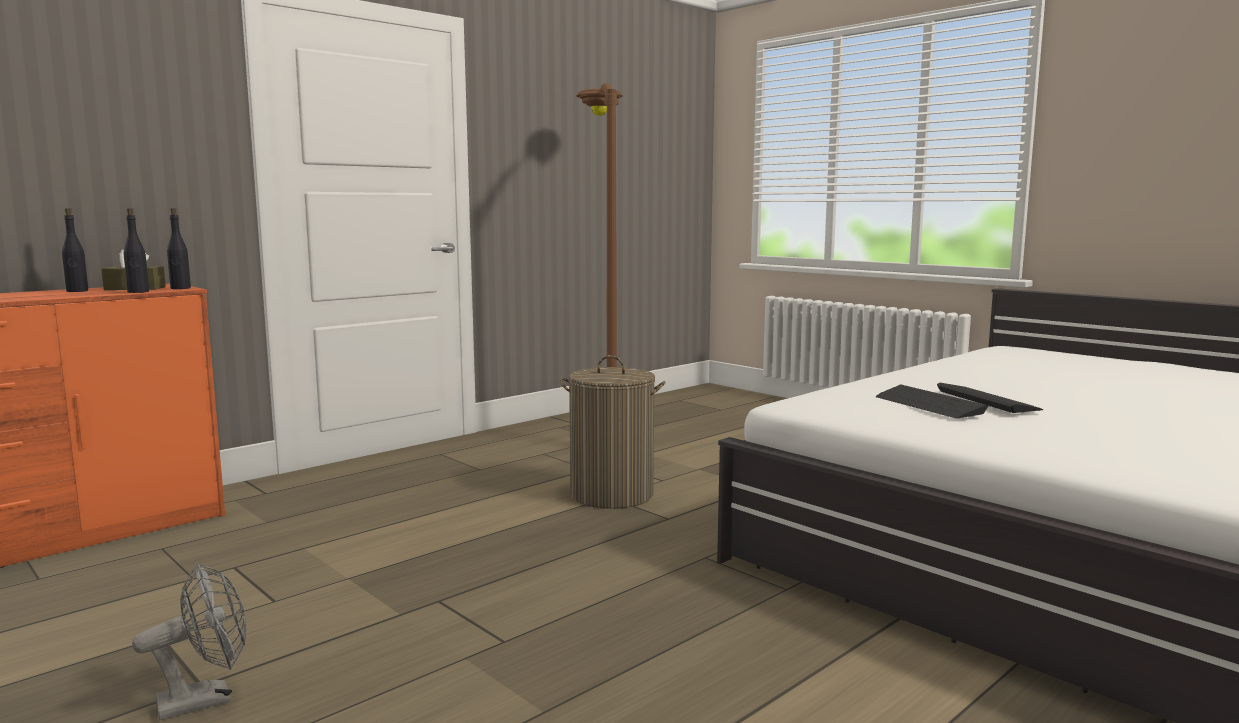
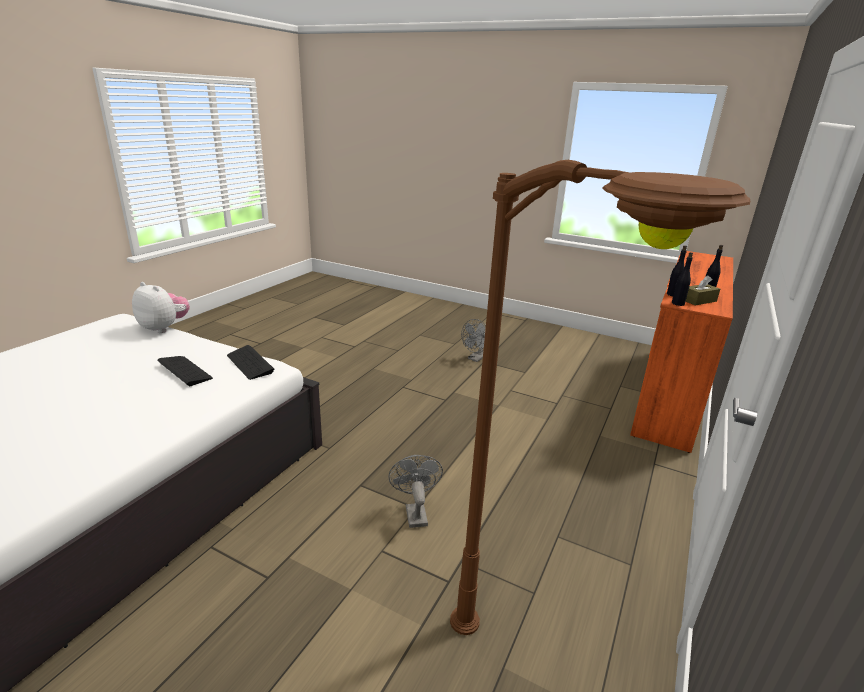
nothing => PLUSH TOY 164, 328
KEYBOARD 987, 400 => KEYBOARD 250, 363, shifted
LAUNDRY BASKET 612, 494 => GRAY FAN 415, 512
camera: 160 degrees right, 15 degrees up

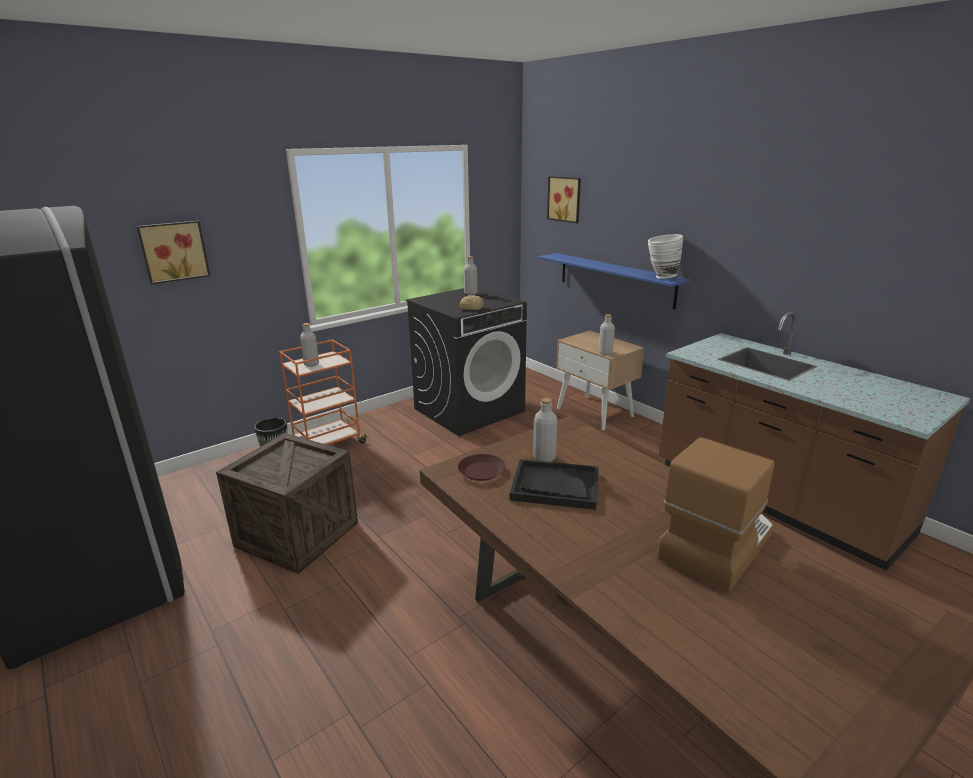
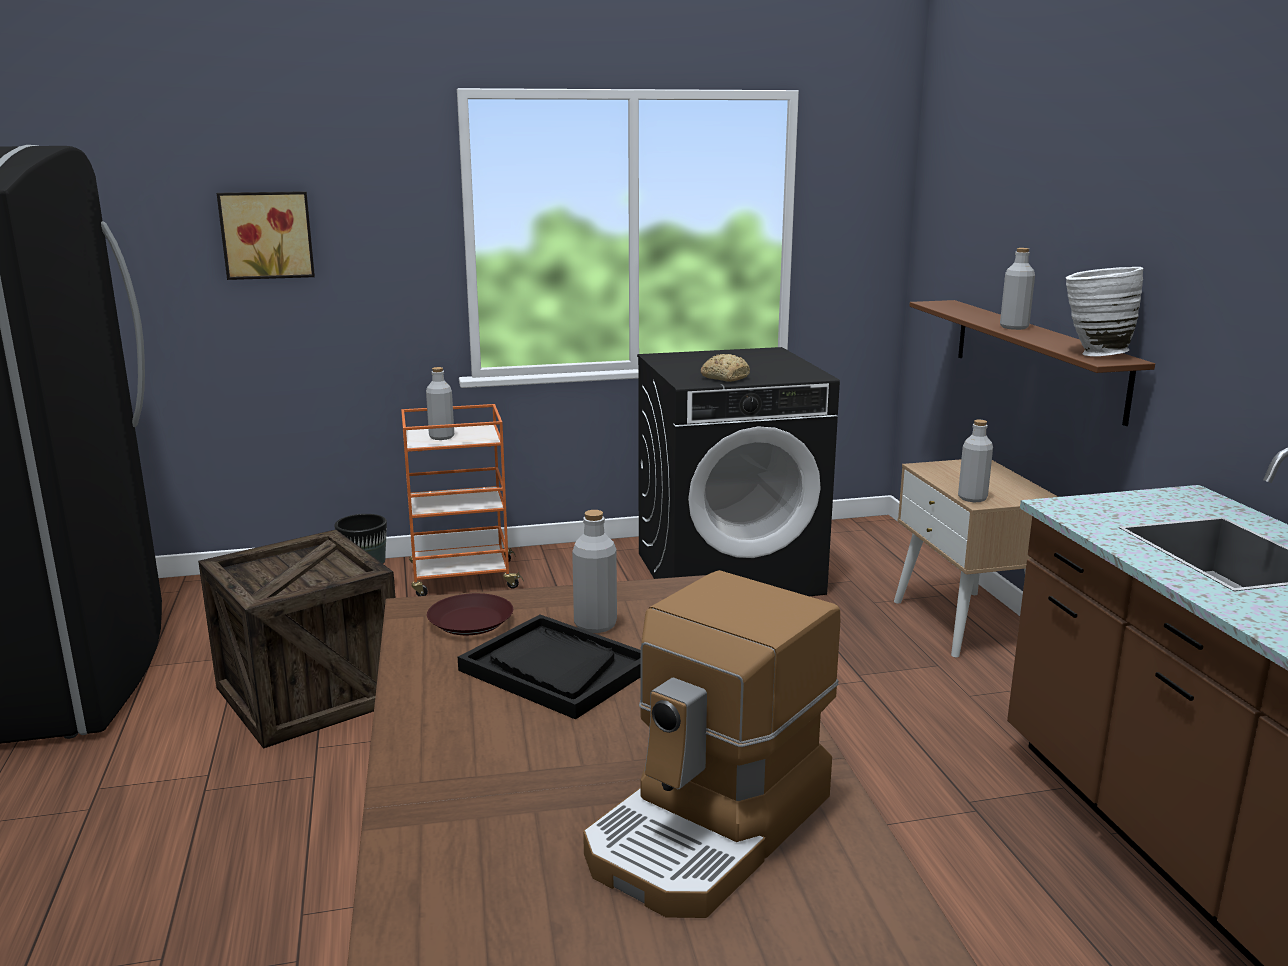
COFFEE MACHINE 714, 544 => COFFEE MACHINE 711, 829, 150 degrees clockwise
BLUISH SHELF 615, 279 => BROWN SHELF 1036, 357
GRAY DRINK BOTTLE 470, 293 => GRAY DRINK BOTTLE 1014, 327, shifted
WALL ART 565, 199 => nothing
camera: 25 degrees right, 5 degrees down

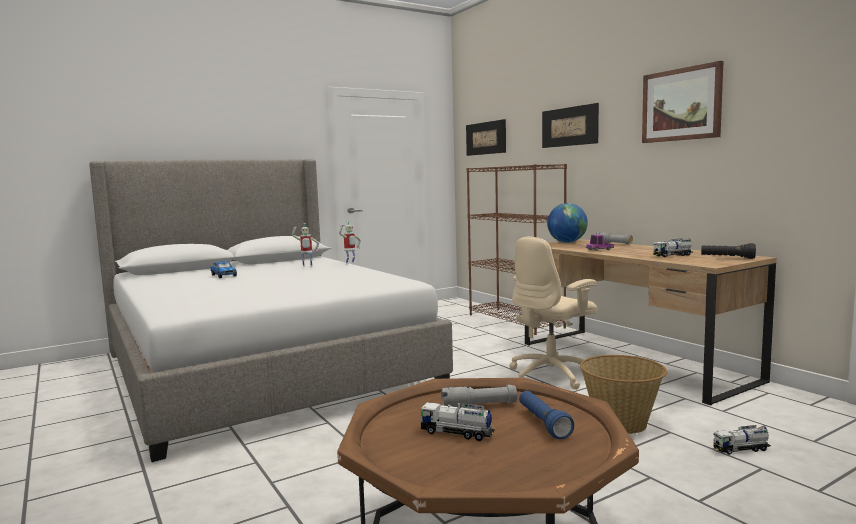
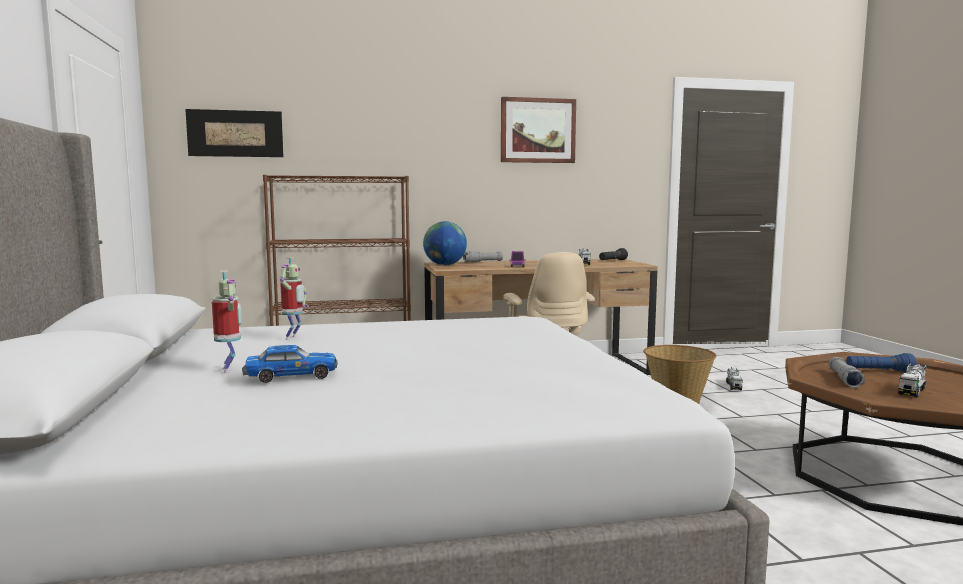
TOY ROBOT 350, 263 => TOY ROBOT 230, 370, shifted
WALL ART 569, 126 => nothing
camera: 70 degrees left, 0 degrees up

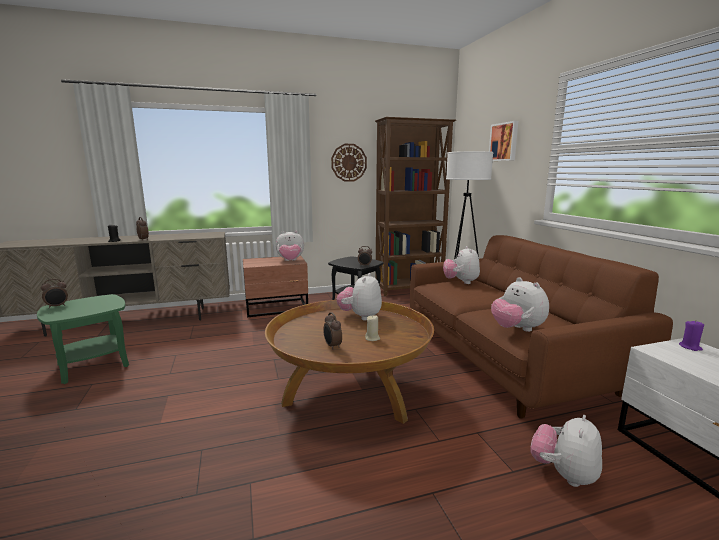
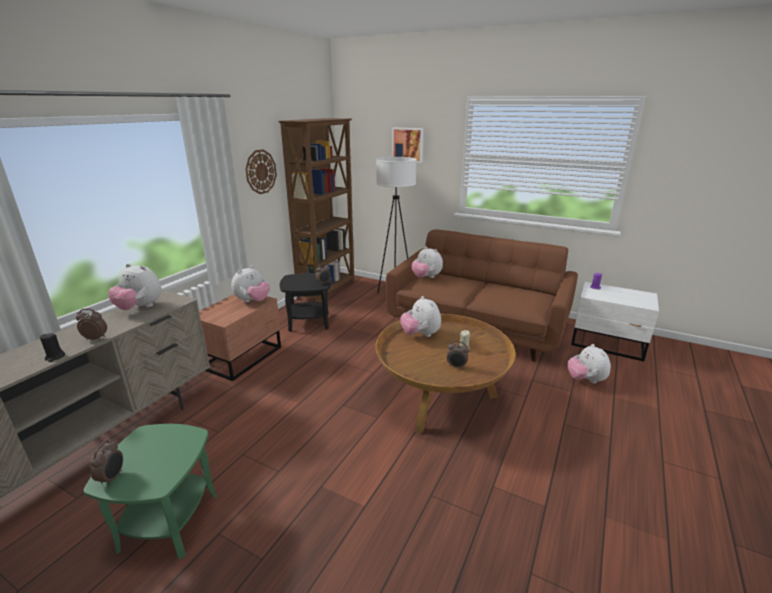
PLUSH TOY 517, 329 => PLUSH TOY 140, 307, shifted
camera: 45 degrees left, 10 degrees up

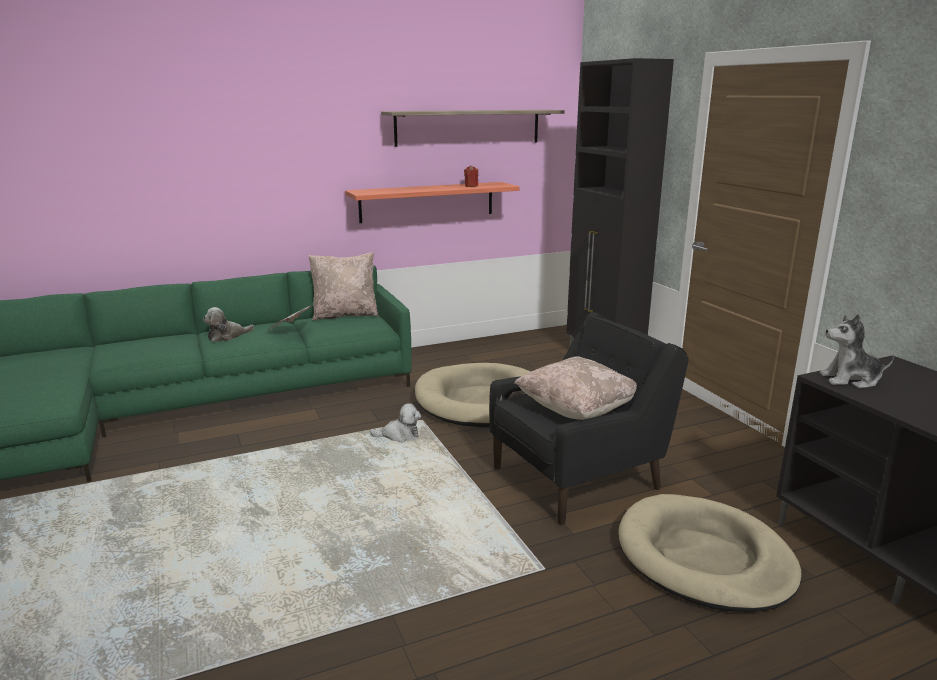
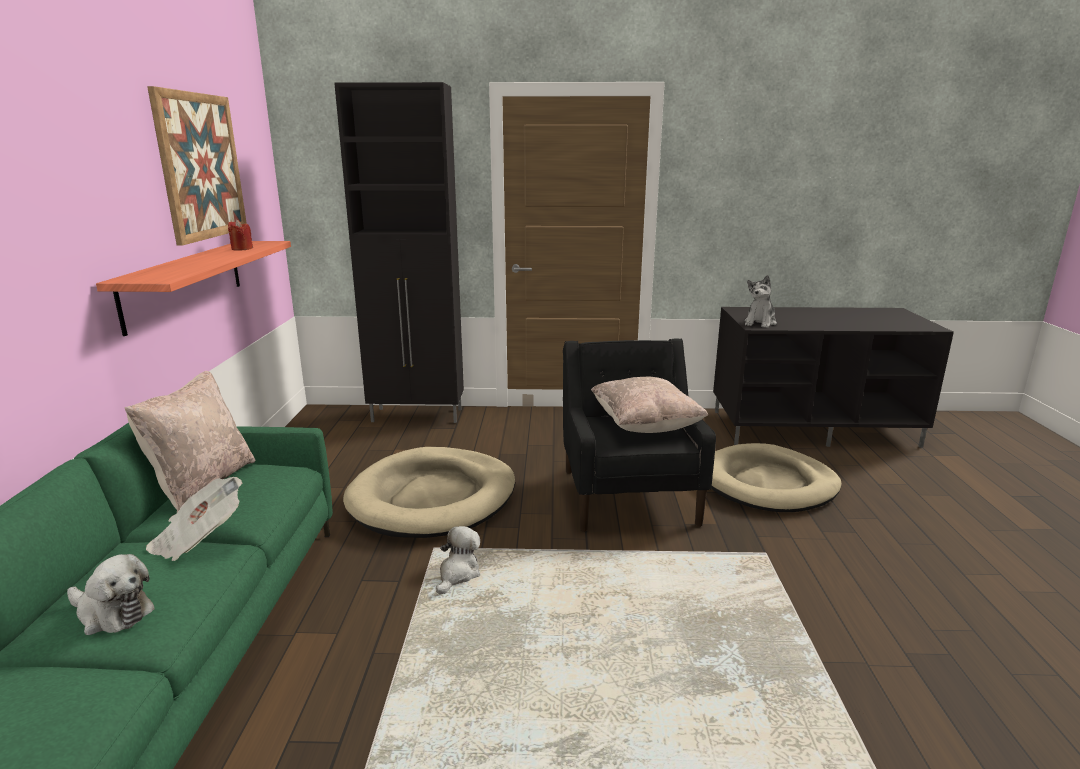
PLUSH TOY 227, 336 => PLUSH TOY 112, 613, 60 degrees counterclockwise
SHELF 468, 127 => WALL ART 201, 166
camera: 65 degrees left, 0 degrees up

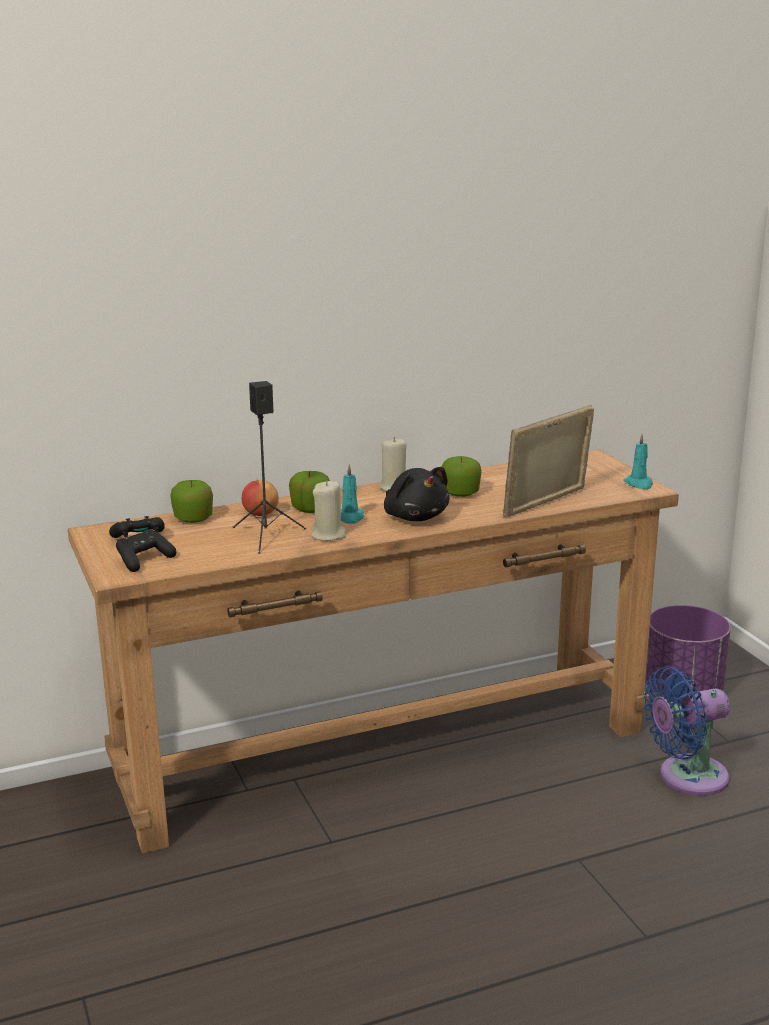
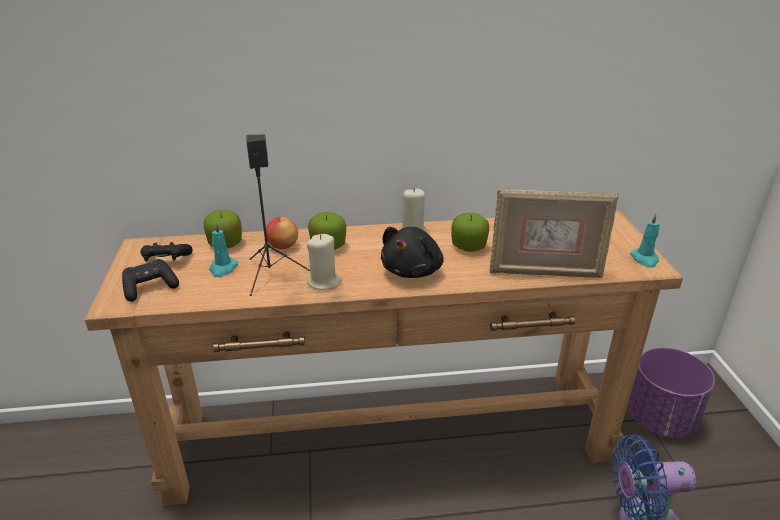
TURQUOISE CANDLE 350, 517 => TURQUOISE CANDLE 223, 269, shifted
BLACK PLUSH TOY 415, 517 => BLACK PLUSH TOY 413, 270, 45 degrees clockwise
PHOTO FRAME 547, 504 => PHOTO FRAME 545, 272, 150 degrees counterclockwise
camera: 15 degrees right, 10 degrees up

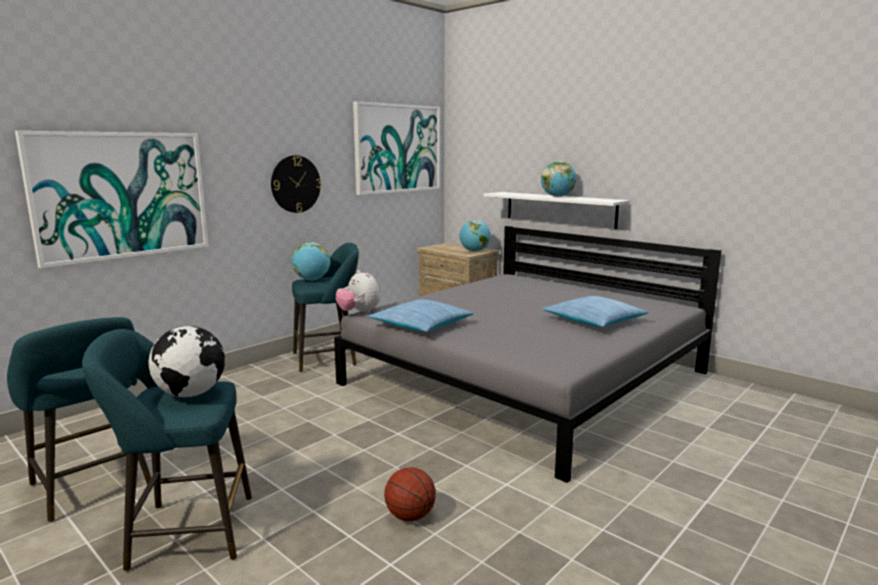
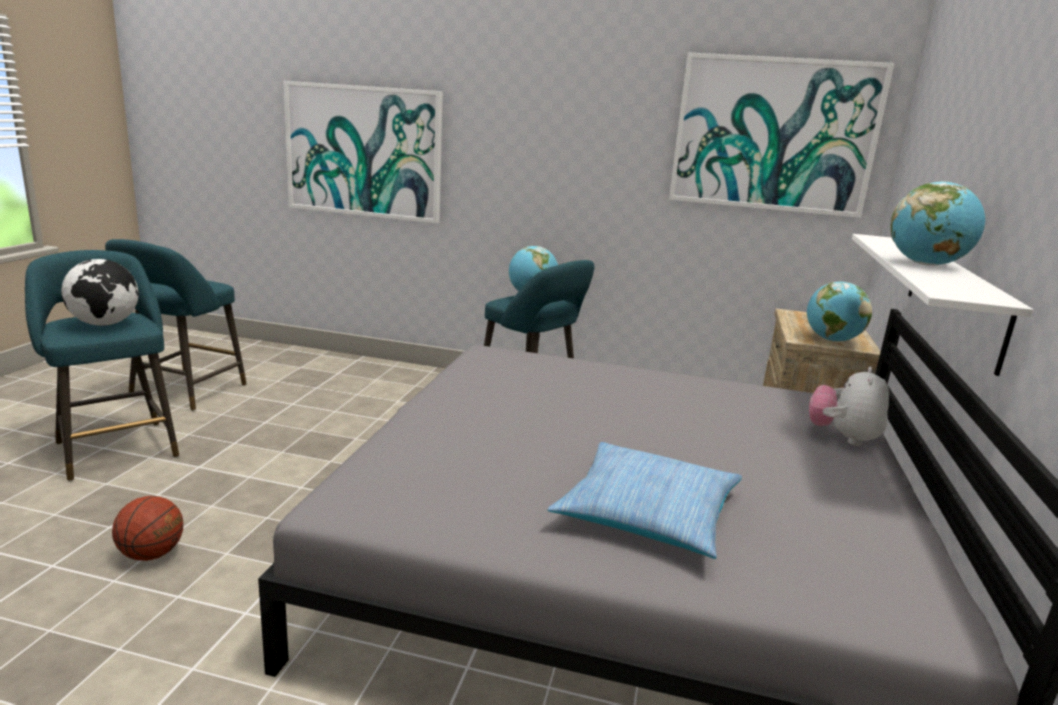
PLUSH TOY 359, 313 => PLUSH TOY 843, 438, shifted
CLOCK ON THE WALL 295, 184 => nothing
PILLOW 420, 325 => nothing
camera: 60 degrees right, 5 degrees up

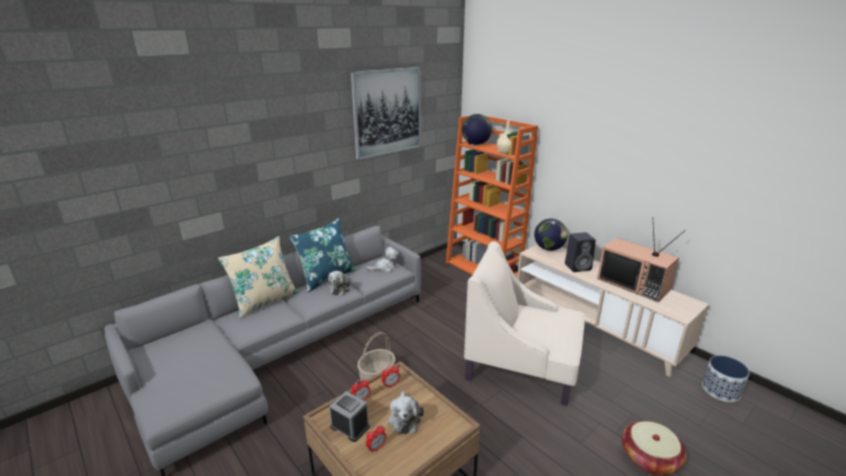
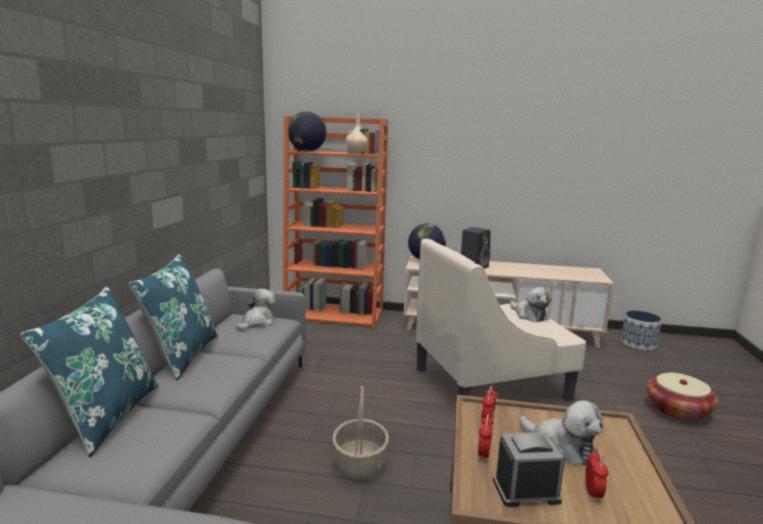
BEIGE PILLOW 264, 301 => BLUISH PILLOW 106, 416
PLUSH TOY 340, 288 => PLUSH TOY 529, 315, shifted
WALL ART 387, 112 => nothing
TV 634, 284 => nothing
camera: 40 degrees left, 10 degrees down

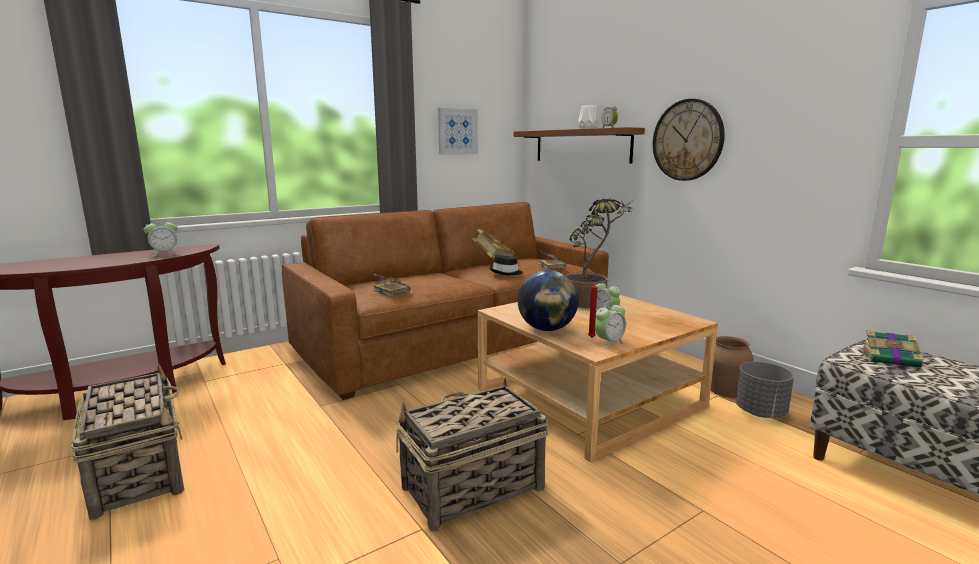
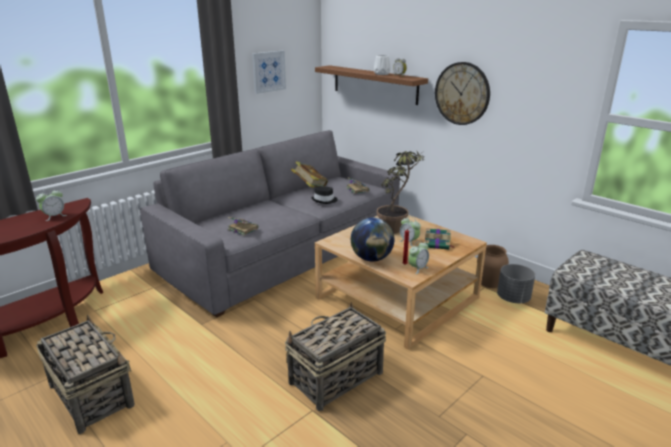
BROWN COUCH 455, 340 => GRAY COUCH 283, 252
BOOK 892, 359 => BOOK 437, 244, shifted
camera: 10 degrees left, 10 degrees up

